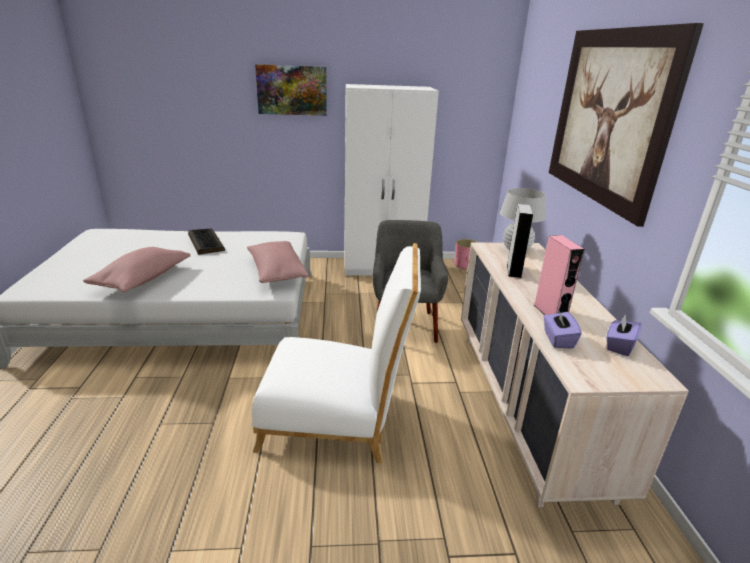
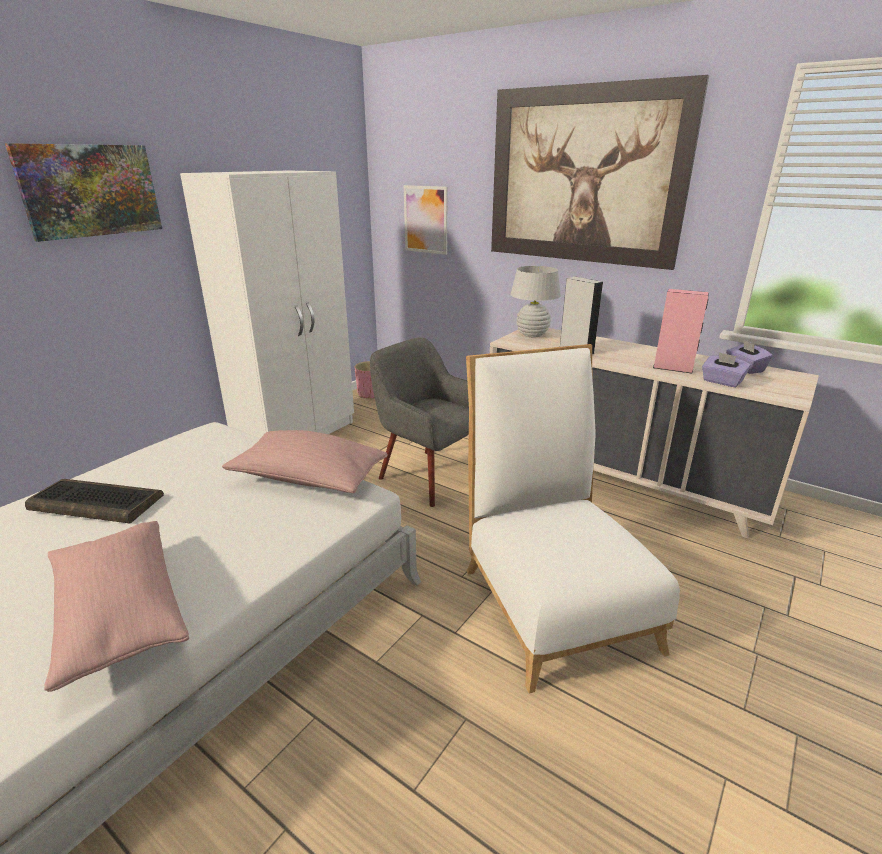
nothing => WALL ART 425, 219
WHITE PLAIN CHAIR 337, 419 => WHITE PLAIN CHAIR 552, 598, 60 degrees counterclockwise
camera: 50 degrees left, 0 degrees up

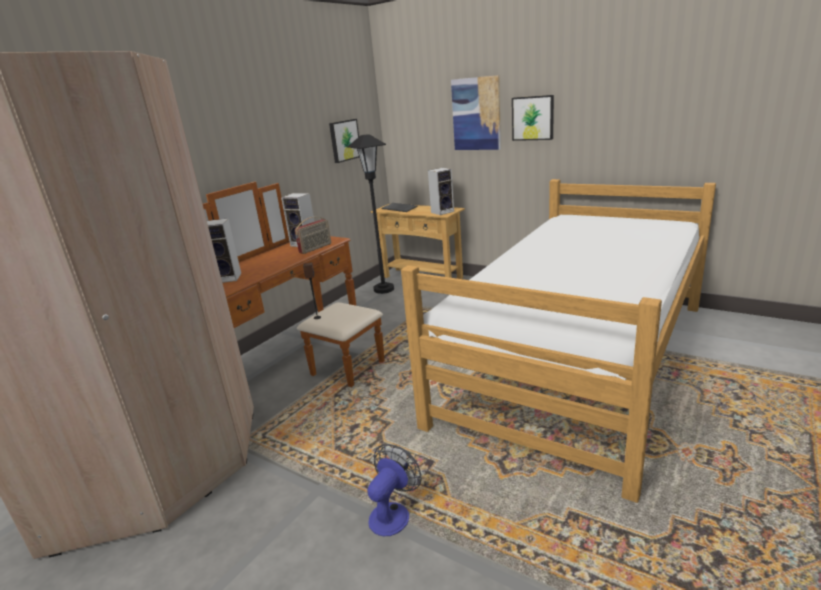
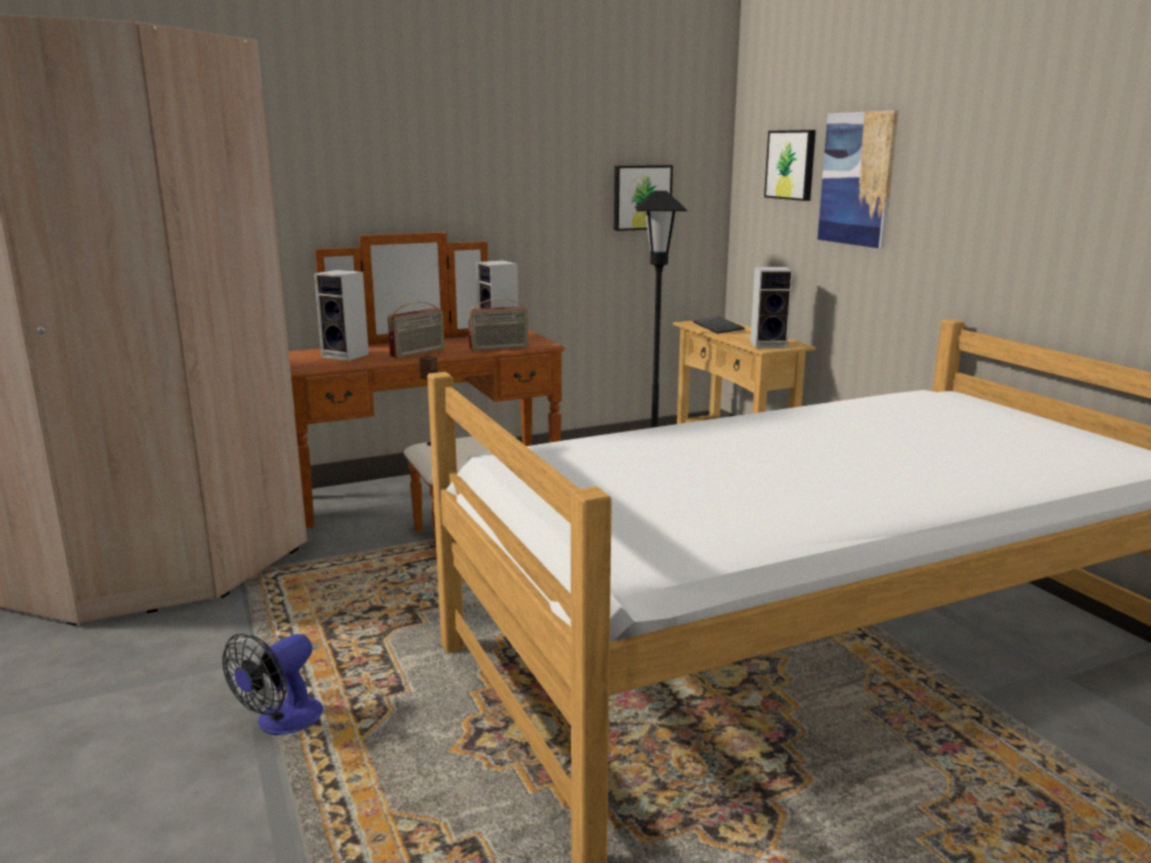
FAN 393, 513 => FAN 281, 723, 150 degrees clockwise
nothing => RADIO RECEIVER 418, 353
WALL ART 533, 118 => WALL ART 791, 165, shifted
camera: 30 degrees right, 5 degrees down

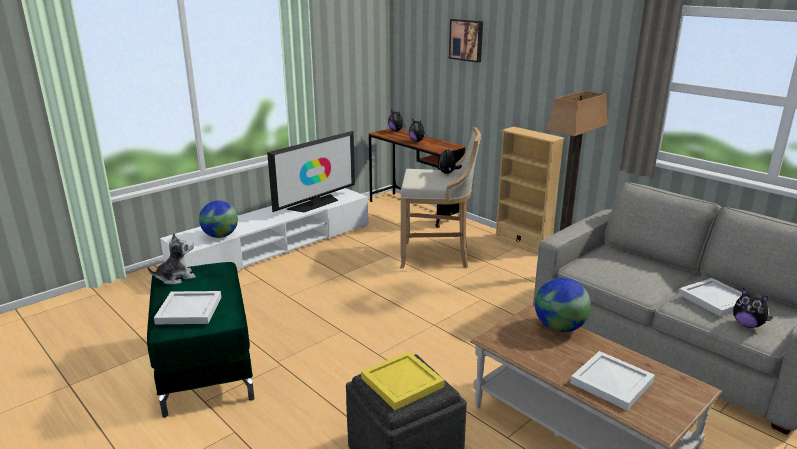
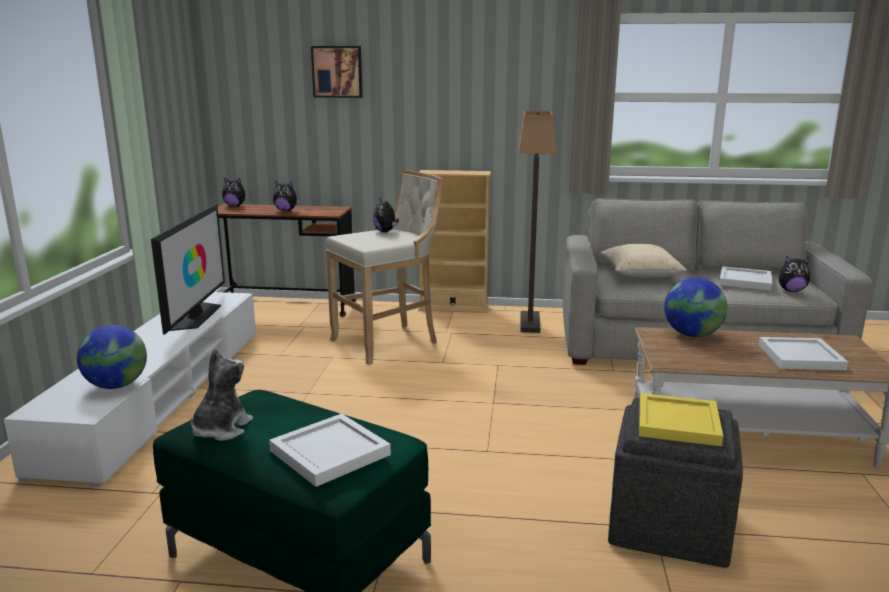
nothing => BEIGE PILLOW 640, 275
camera: 40 degrees left, 5 degrees down

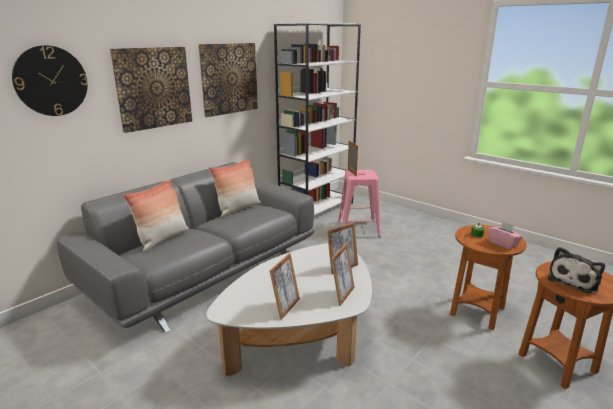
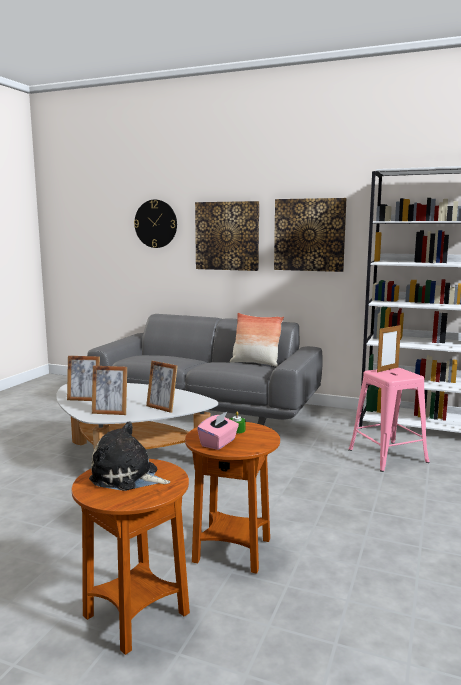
PILLOW 162, 239 => nothing
camera: 70 degrees right, 10 degrees down

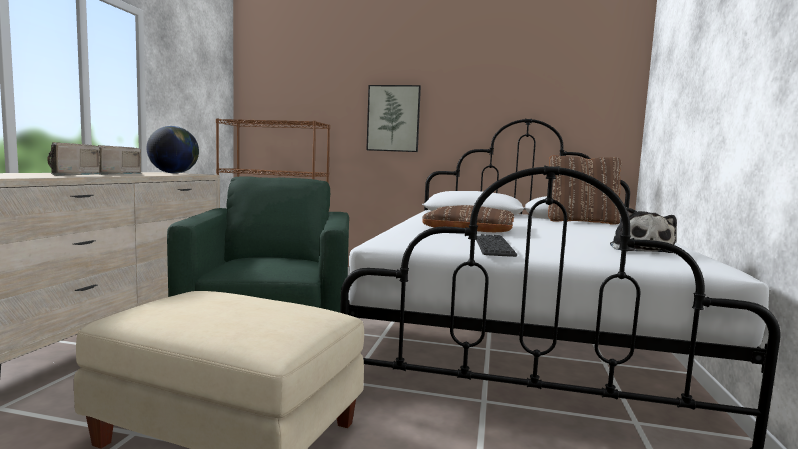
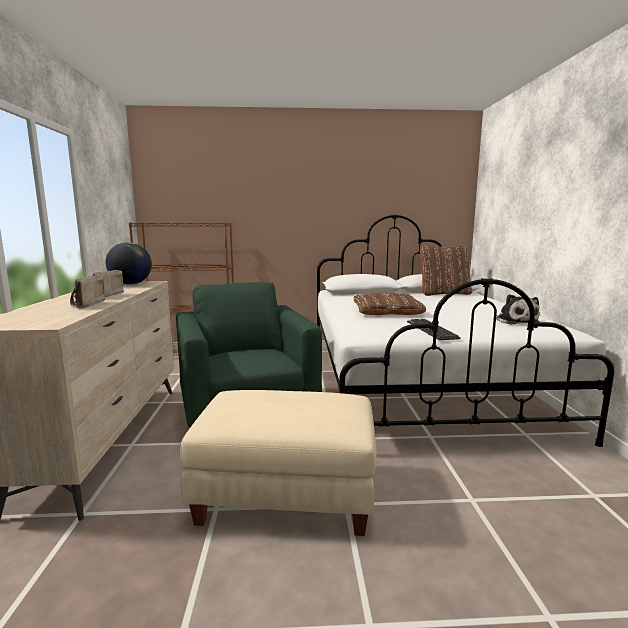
WALL ART 393, 118 => nothing
camera: 15 degrees left, 5 degrees up

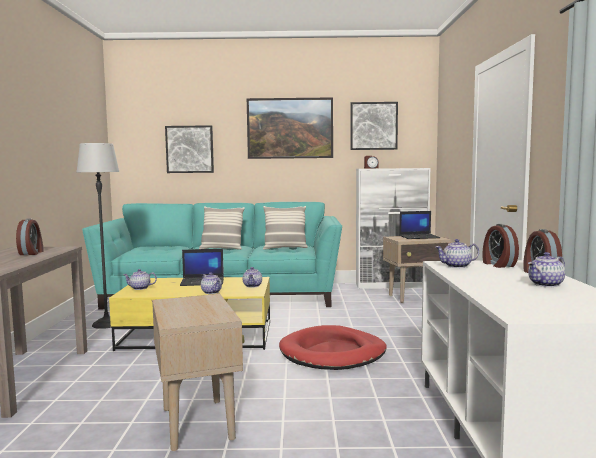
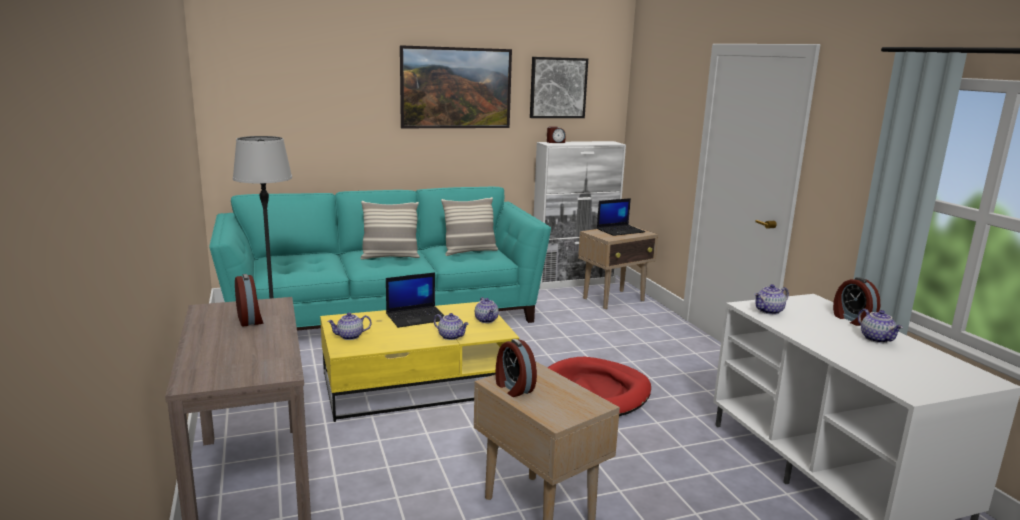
BEDSIDE CLOCK 498, 264 => BEDSIDE CLOCK 513, 388, shifted
TEAPOT 546, 285 => TEAPOT 877, 339, 60 degrees counterclockwise
WALL ART 189, 149 => nothing
camera: 20 degrees left, 10 degrees up

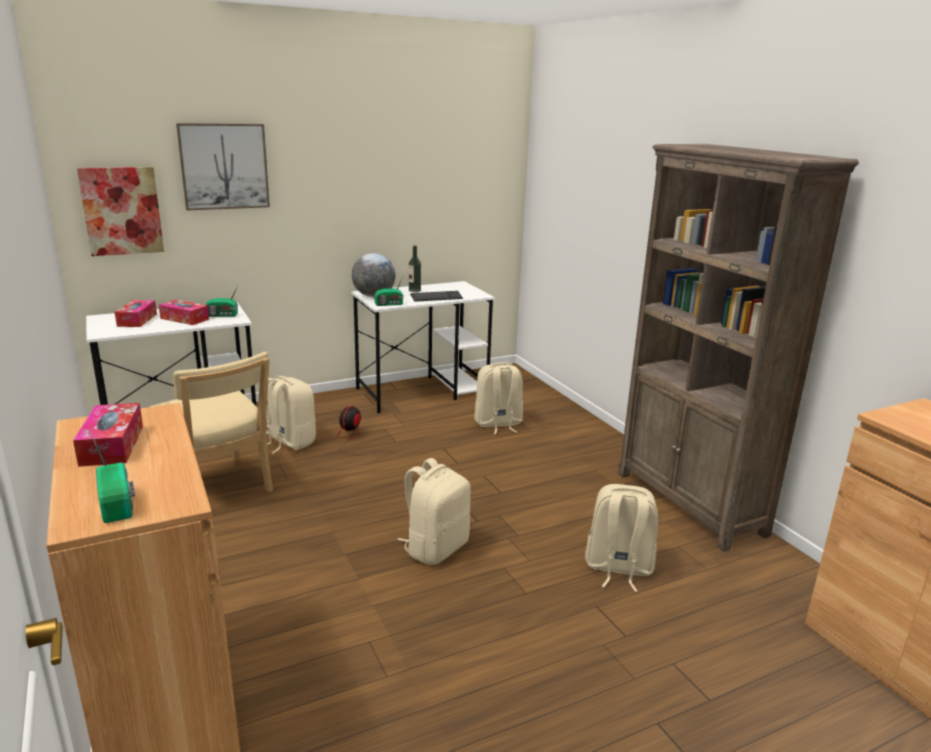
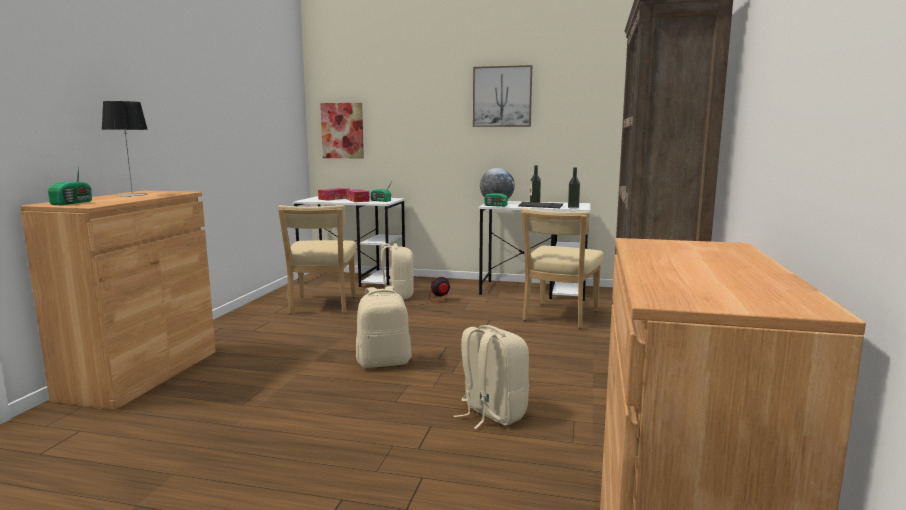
BOX OF TISSUES 112, 445 => TABLETOP LAMP 132, 195
WALL ART 224, 166 => WALL ART 502, 96, shifted
BEIGE RUCKSACK 498, 424 => BEIGE PLAIN CHAIR 559, 317
nothing => DRINK BOTTLE 573, 207
camera: 40 degrees right, 10 degrees down

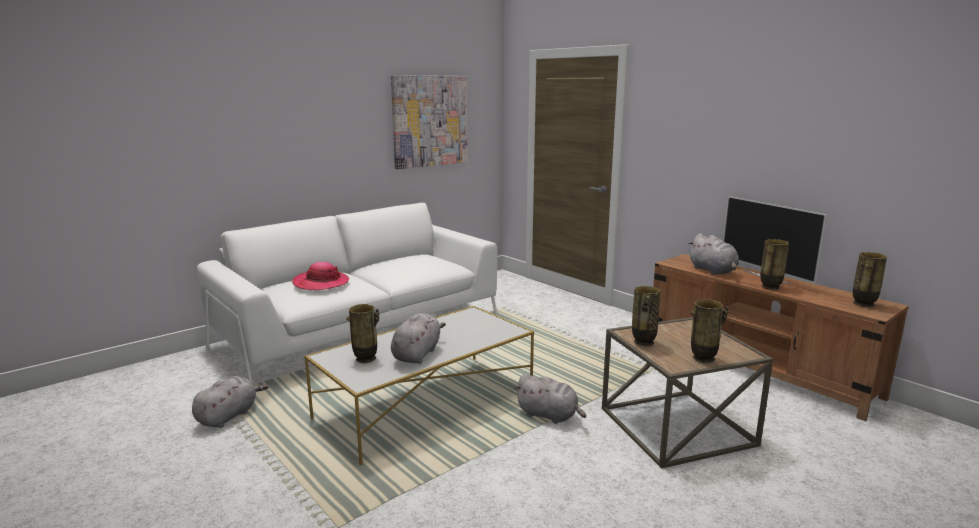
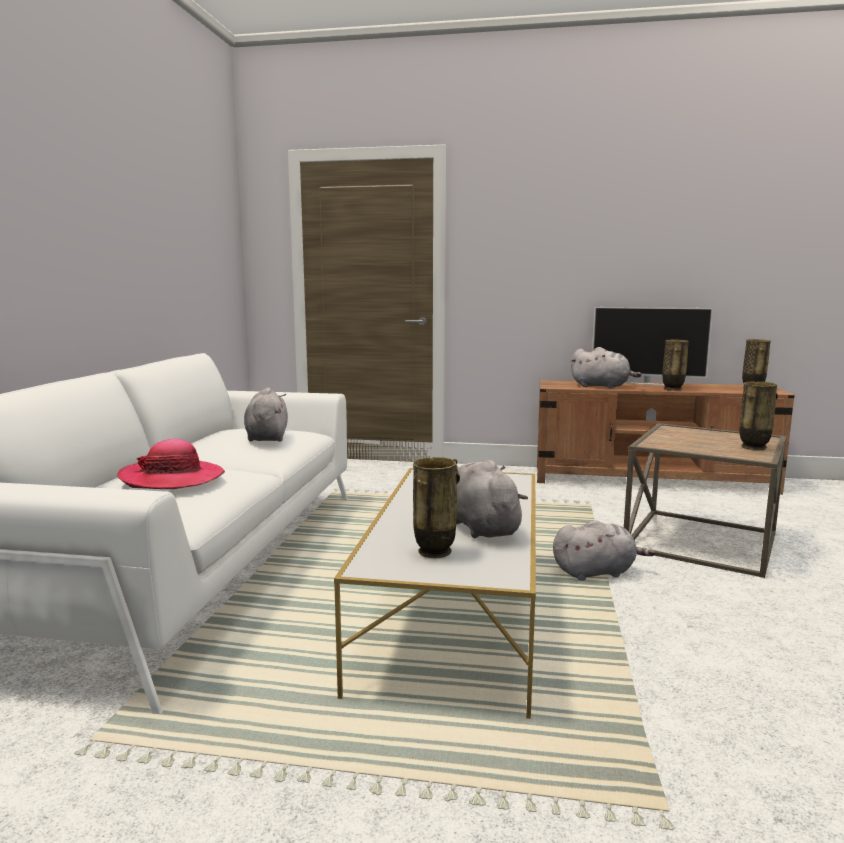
GRAY PLUSH TOY 229, 416 => GRAY PLUSH TOY 267, 437, shifted
WALL ART 430, 121 => nothing
FLOWER VASE 643, 342 => nothing
camera: 40 degrees left, 5 degrees down

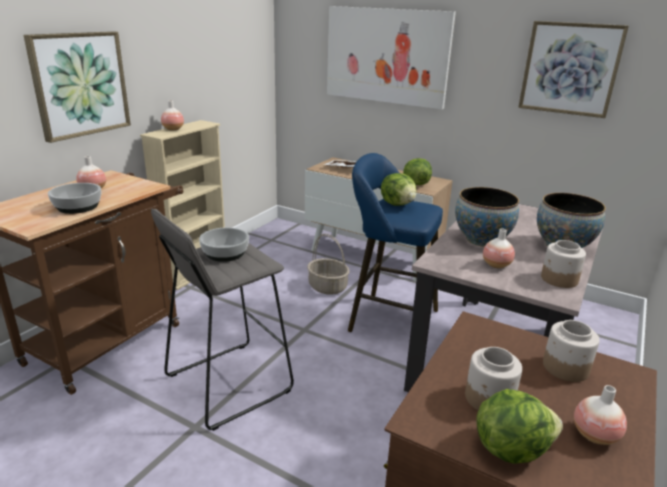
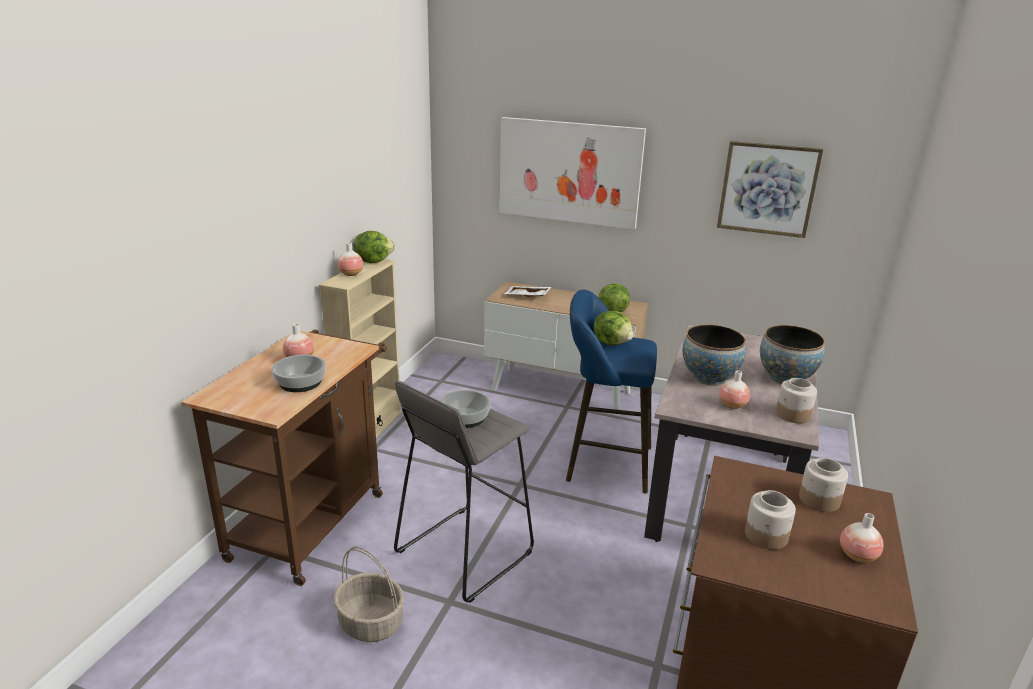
BASKET 328, 287 => BASKET 371, 623, shifted
LETTUCE 510, 447 => LETTUCE 373, 261, shifted
WALL ART 80, 84 => nothing
camera: 10 degrees left, 0 degrees up

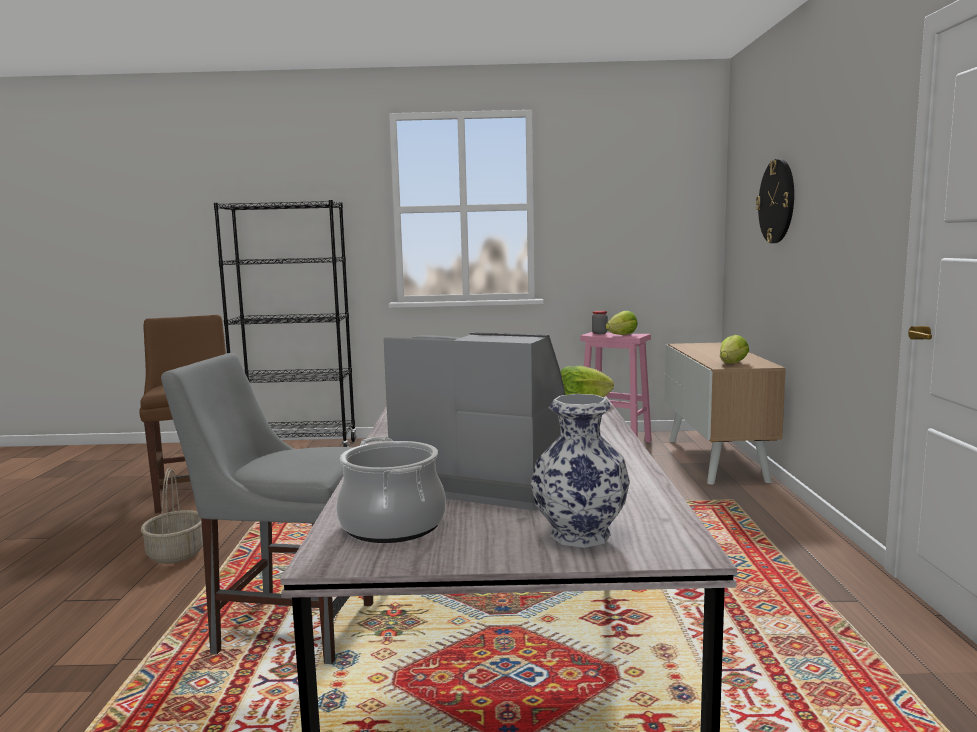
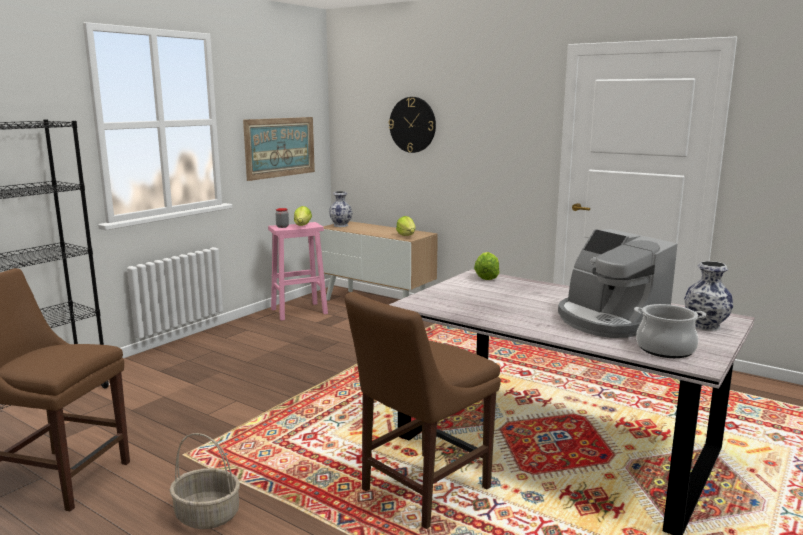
nothing => WALL ART 280, 147
nothing => FLOWER VASE 340, 225
GRAY PLAIN CHAIR 288, 626 => BROWN PLAIN CHAIR 420, 491
COFFEE MACHINE 489, 478 => COFFEE MACHINE 608, 321, 90 degrees counterclockwise
camera: 55 degrees left, 5 degrees up

